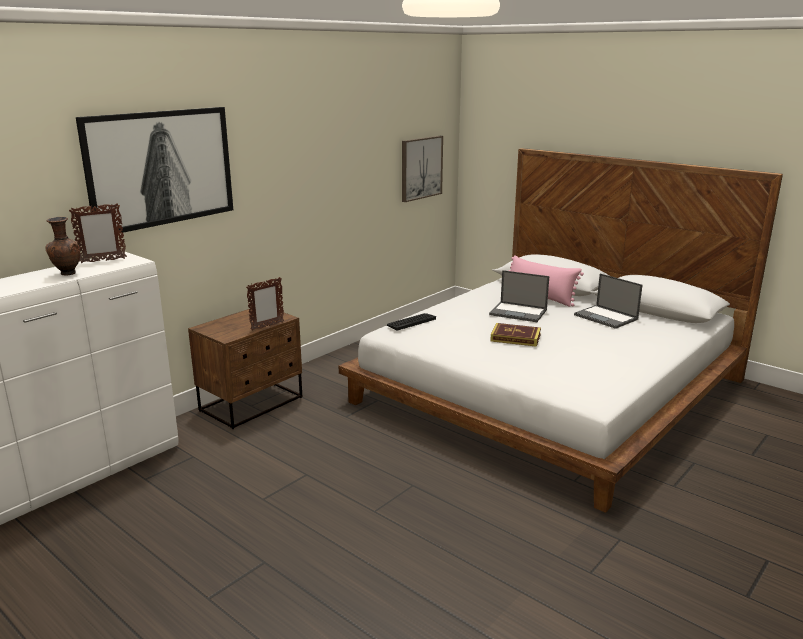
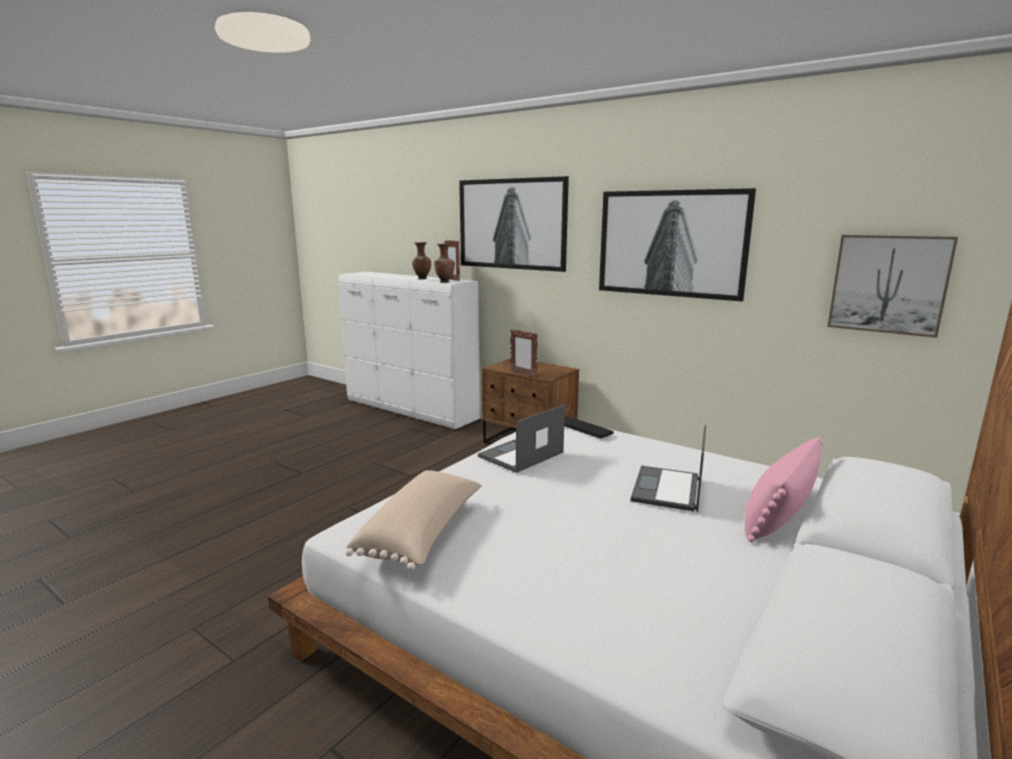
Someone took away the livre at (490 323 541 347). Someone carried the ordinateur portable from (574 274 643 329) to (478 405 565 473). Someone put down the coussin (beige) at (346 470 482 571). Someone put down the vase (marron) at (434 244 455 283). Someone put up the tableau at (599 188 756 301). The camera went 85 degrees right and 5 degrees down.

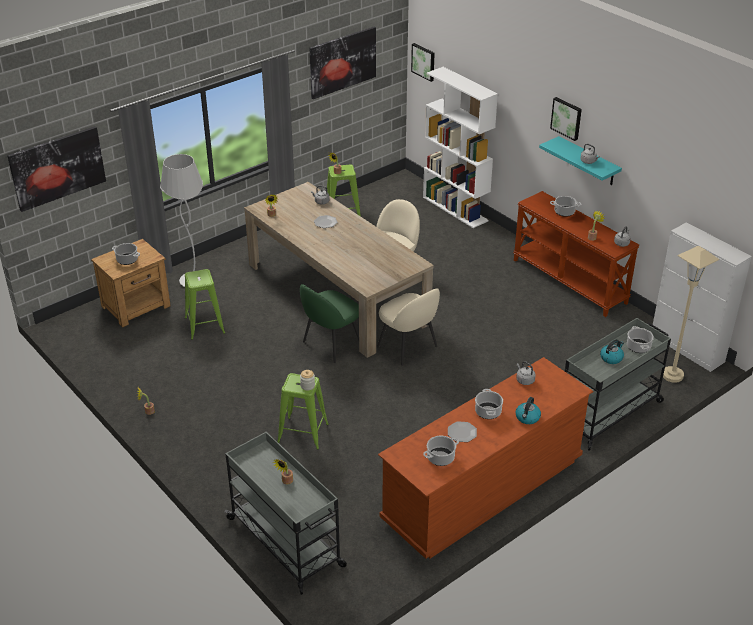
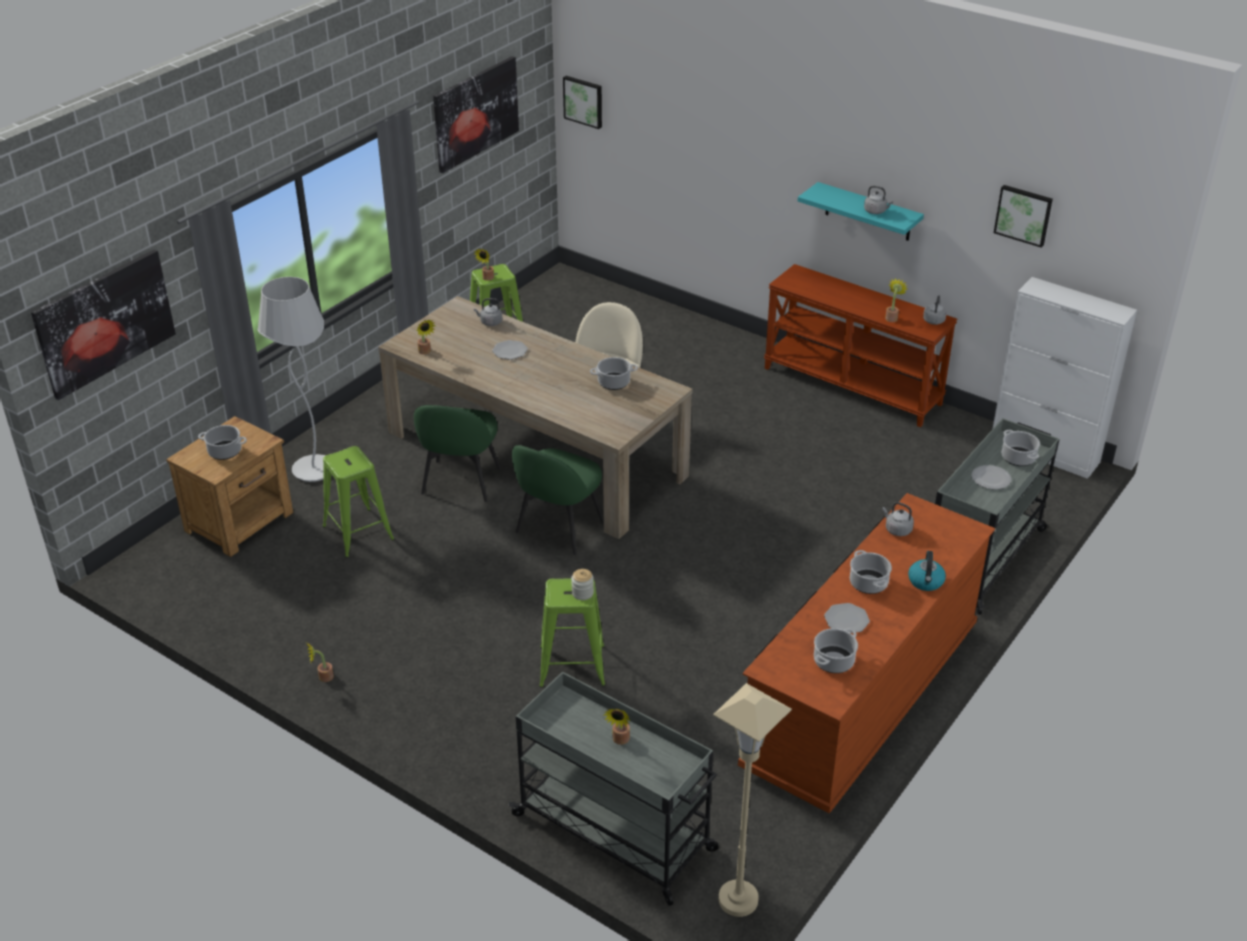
Someone took away the chaise (beige) at (377 288 440 366). Someone took away the bibliothèque (blanc) at (423 67 498 228). Someone carried the tableau from (550 97 582 141) to (994 185 1053 247). Someone carried the marmite from (550 196 581 217) to (590 357 638 390). Someone swapped the bouilloire at (600 340 624 364) for the assiette at (971 465 1011 489). Someone carried the lampadaire (beige) from (663 246 719 383) to (713 683 792 917). Someone put down the chaise (vert) at (414 405 501 502). The camera went 15 degrees left and 0 degrees up.

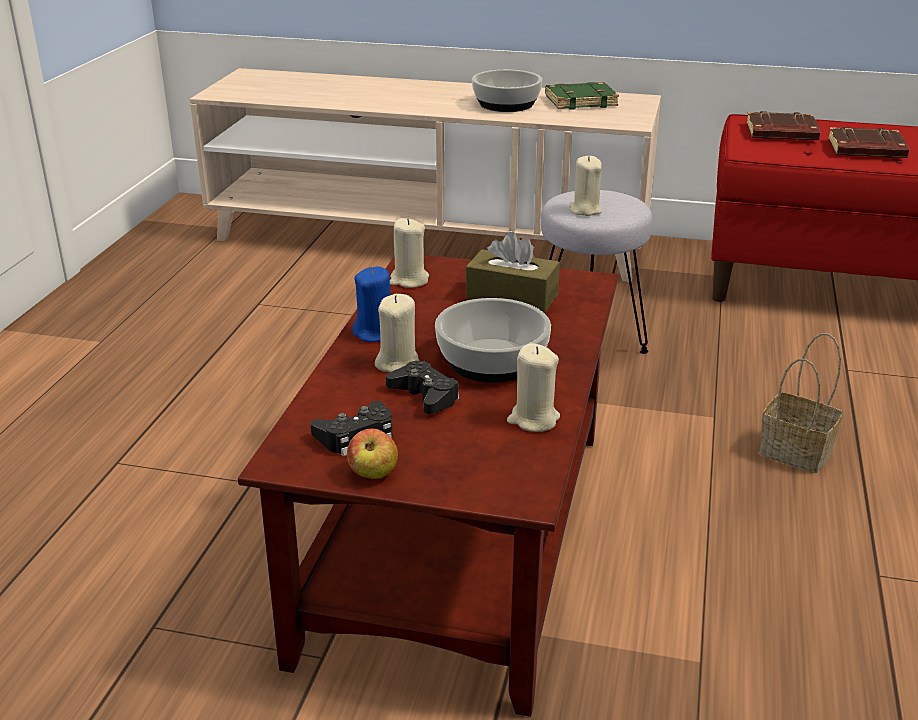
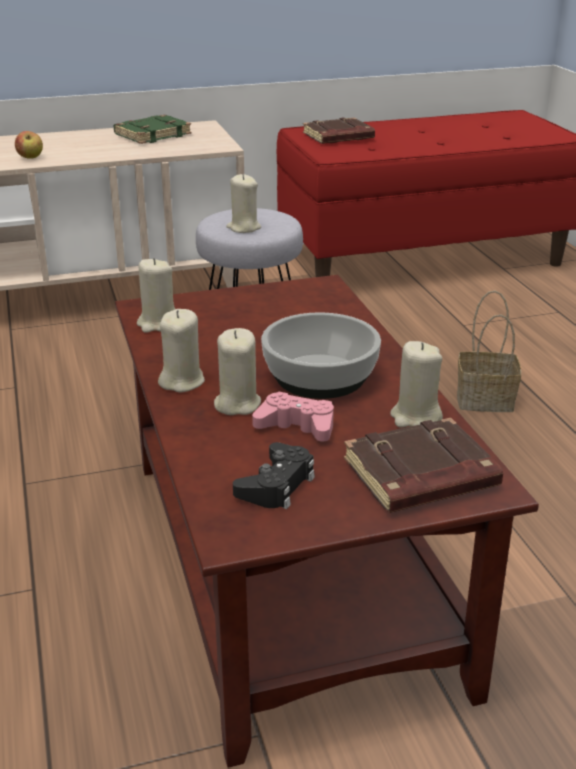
Someone carried the pomme from (347 428 398 479) to (15 131 43 159). Someone repainted the bougie (bleu) at (352 266 390 342), which became the bougie (beige) at (158 309 205 392). Someone repainted the manette (noir) at (386 361 459 414), which became the manette (rose) at (252 391 334 442). Someone took away the boîte à mouchoirs (marron) at (466 232 560 313). Someone took away the bol at (472 70 542 112). Someone carried the livre (marron) from (828 127 909 158) to (344 418 503 513). The camera went 30 degrees left and 0 degrees up.

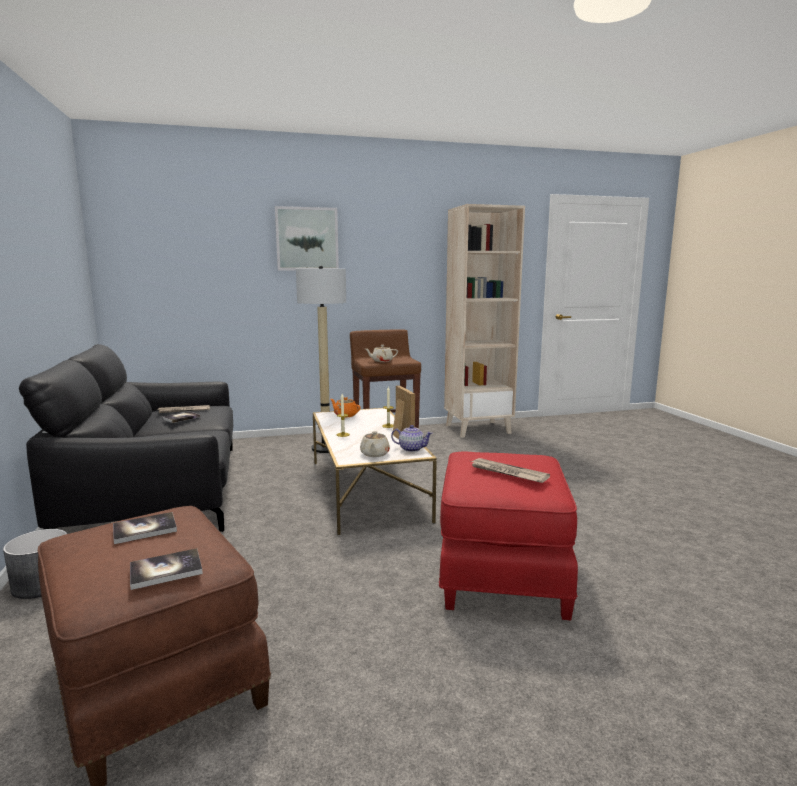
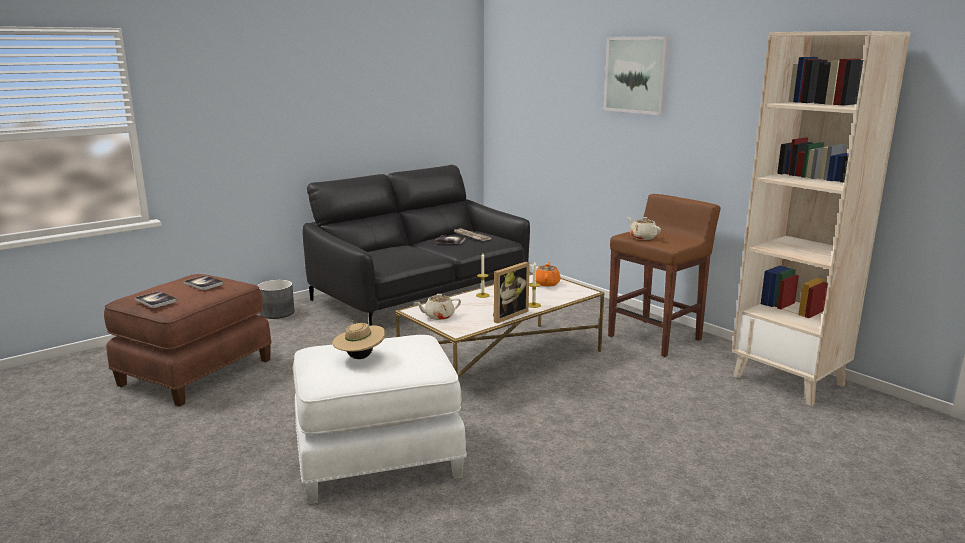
Someone took away the lampadaire at (296 266 346 453). Someone took away the théière at (391 425 432 452). Someone repainted the pouf (rouge) at (439 452 578 620), which became the pouf (blanc) at (293 335 467 504). Someone swapped the journal at (471 458 550 483) for the chapeau (beige) at (332 320 385 359). The camera went 65 degrees right and 5 degrees up.

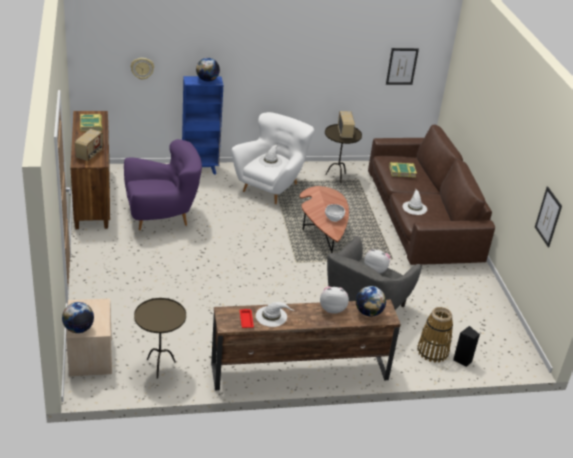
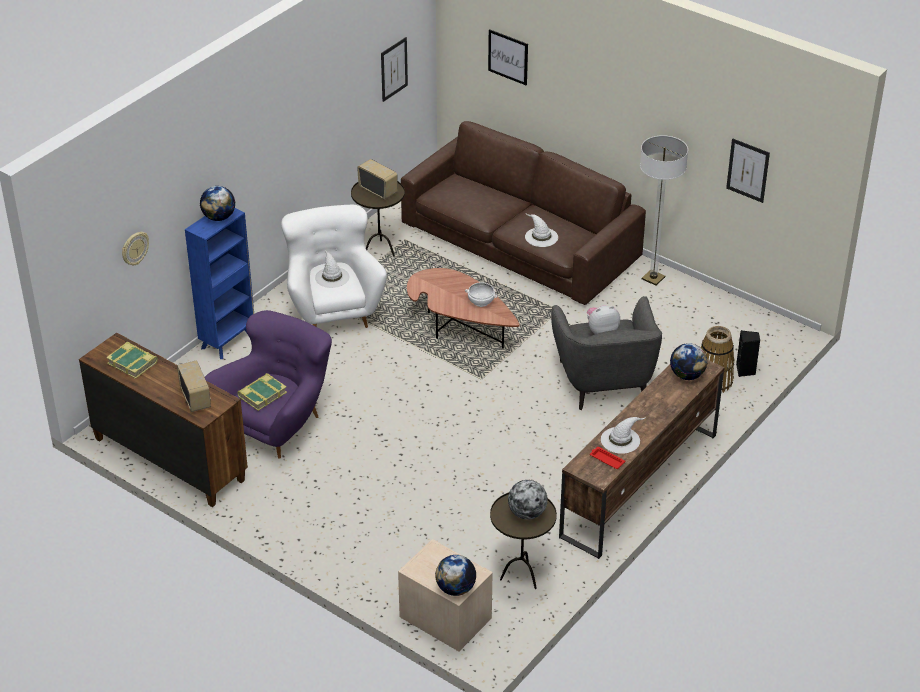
Someone took away the peluche at (320 286 349 314). Someone carried the livre from (389 162 417 178) to (237 373 287 411). Someone put up the tableau at (488 29 528 85). Someone put down the globe at (508 480 548 520). Someone put down the lampadaire at (640 135 688 285). The camera went 40 degrees left and 5 degrees up.

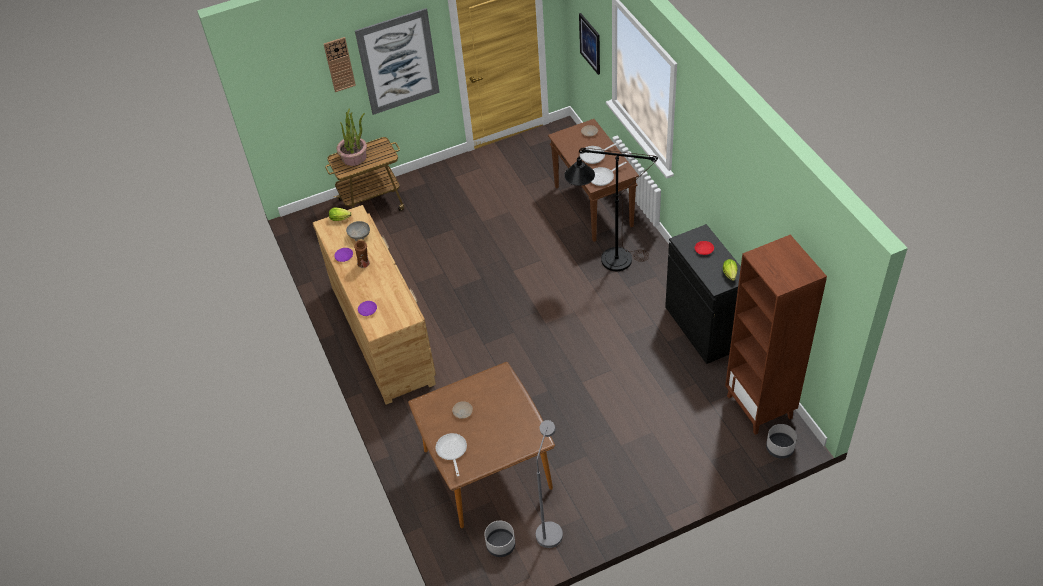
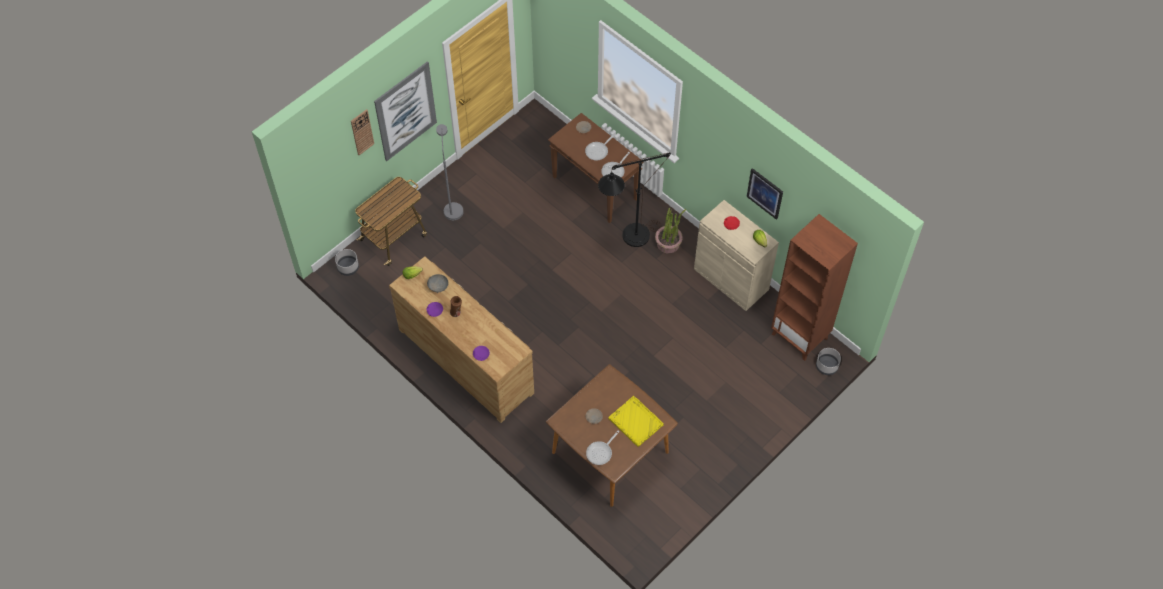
Someone carried the plante en pot from (337 108 367 166) to (655 207 686 254). Someone rotated the poêle at (435 433 467 477) by 105 degrees counterclockwise. Someone carried the cache-pot (gris) from (484 521 515 557) to (335 249 359 276). Someone carried the lampadaire (gris) from (536 420 563 548) to (436 124 464 220). Someone carried the tableau from (579 13 600 75) to (746 168 783 220). Someone repainted the meuble de rangement (noir) at (665 224 741 364), which became the meuble de rangement (beige) at (694 200 779 311). Someone put down the plateau (jaune) at (608 396 664 447). The camera went 25 degrees left and 10 degrees up.

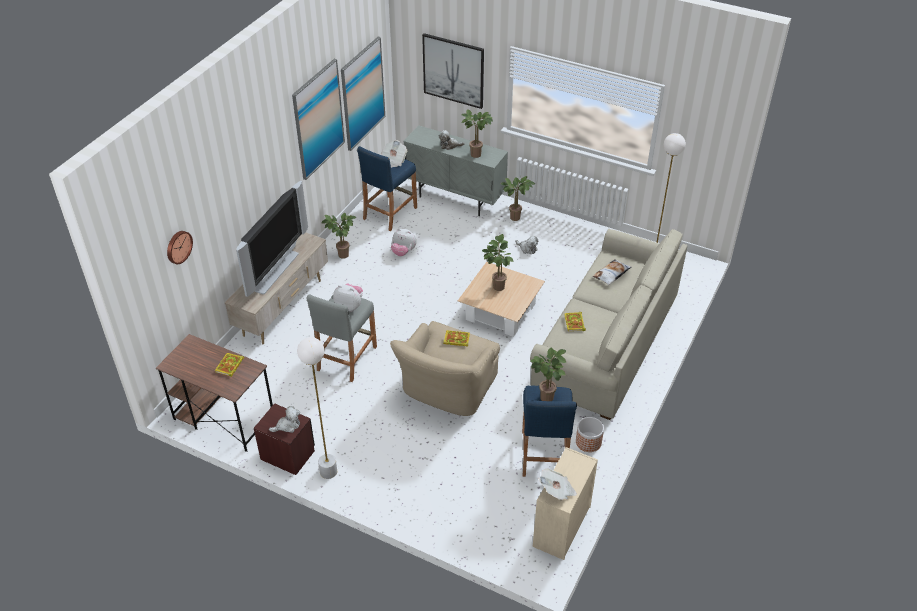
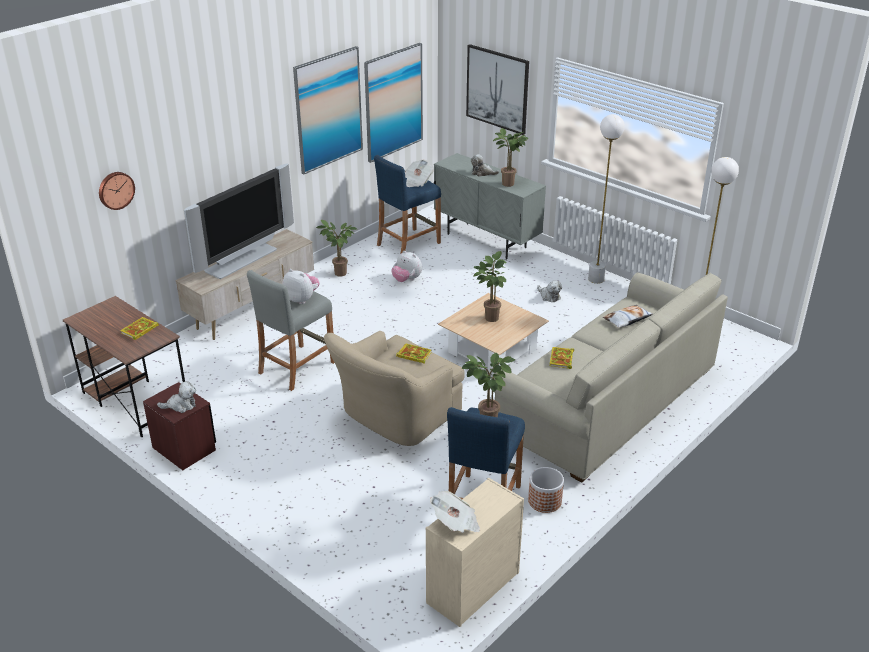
Someone carried the lampadaire (blanc) from (297 337 337 479) to (588 114 625 284). Someone took away the plante en pot at (501 176 535 221). The camera went 15 degrees right and 10 degrees down.

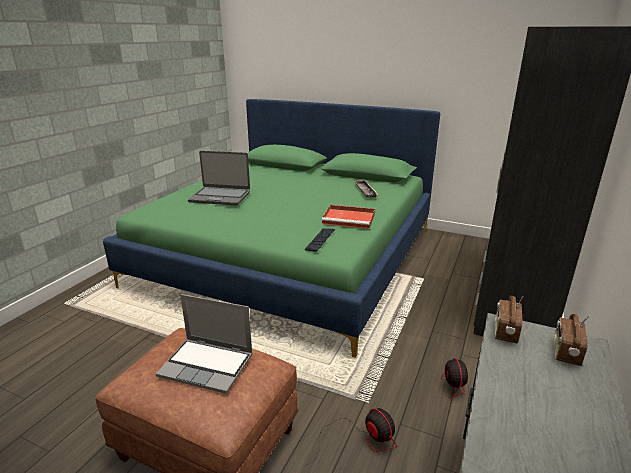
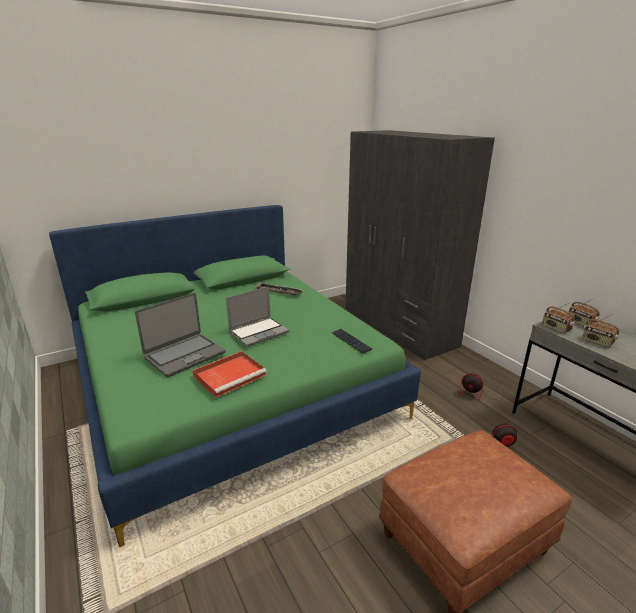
Someone carried the ordinateur portable from (156 294 253 394) to (226 286 289 347). Someone carried the plateau (rouge) from (322 205 375 229) to (193 351 267 398). Someone put down the radio at (582 314 620 347). The camera went 55 degrees left and 0 degrees up.

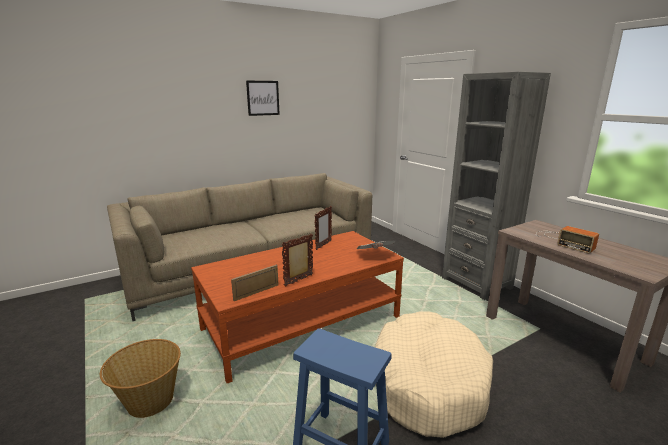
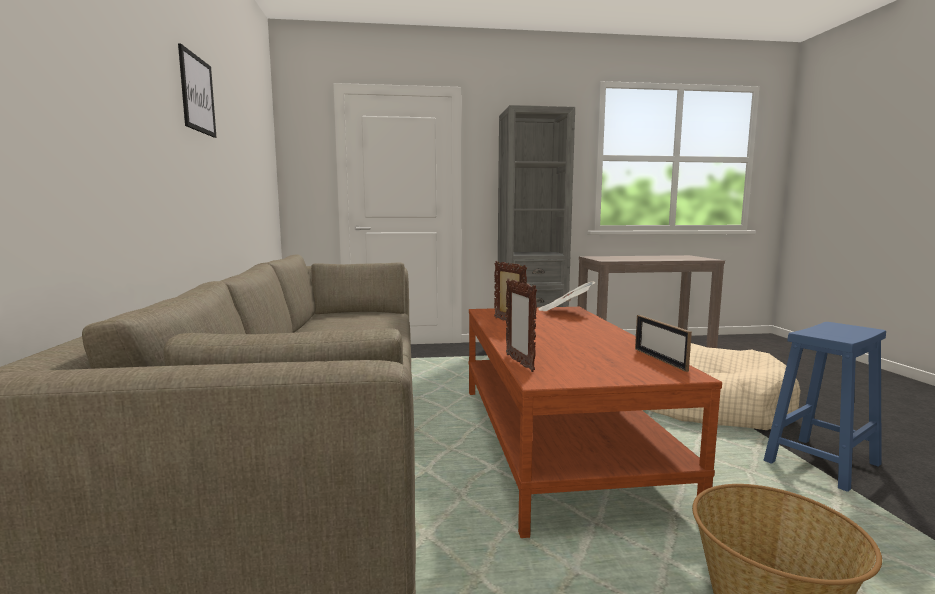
Someone carried the cadre photo from (281 234 313 286) to (506 279 537 372). Someone took away the radio at (537 226 599 253). The camera went 65 degrees left and 10 degrees down.

